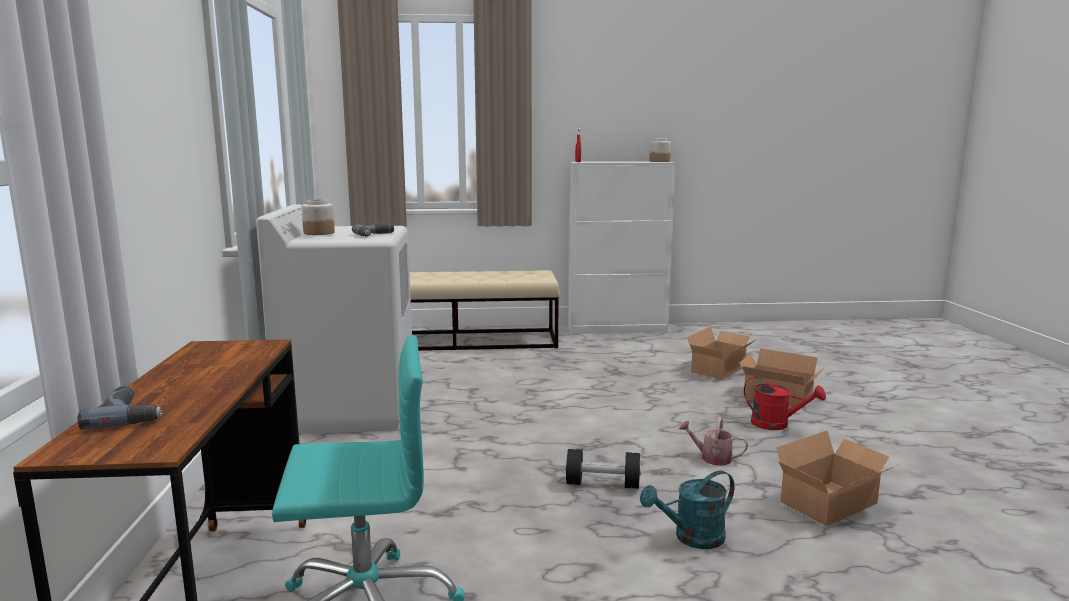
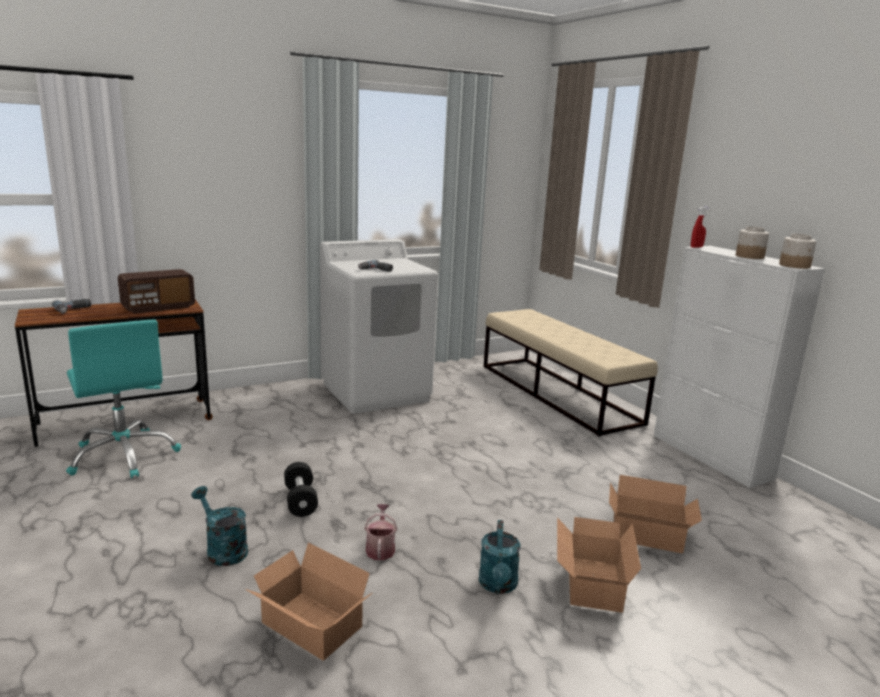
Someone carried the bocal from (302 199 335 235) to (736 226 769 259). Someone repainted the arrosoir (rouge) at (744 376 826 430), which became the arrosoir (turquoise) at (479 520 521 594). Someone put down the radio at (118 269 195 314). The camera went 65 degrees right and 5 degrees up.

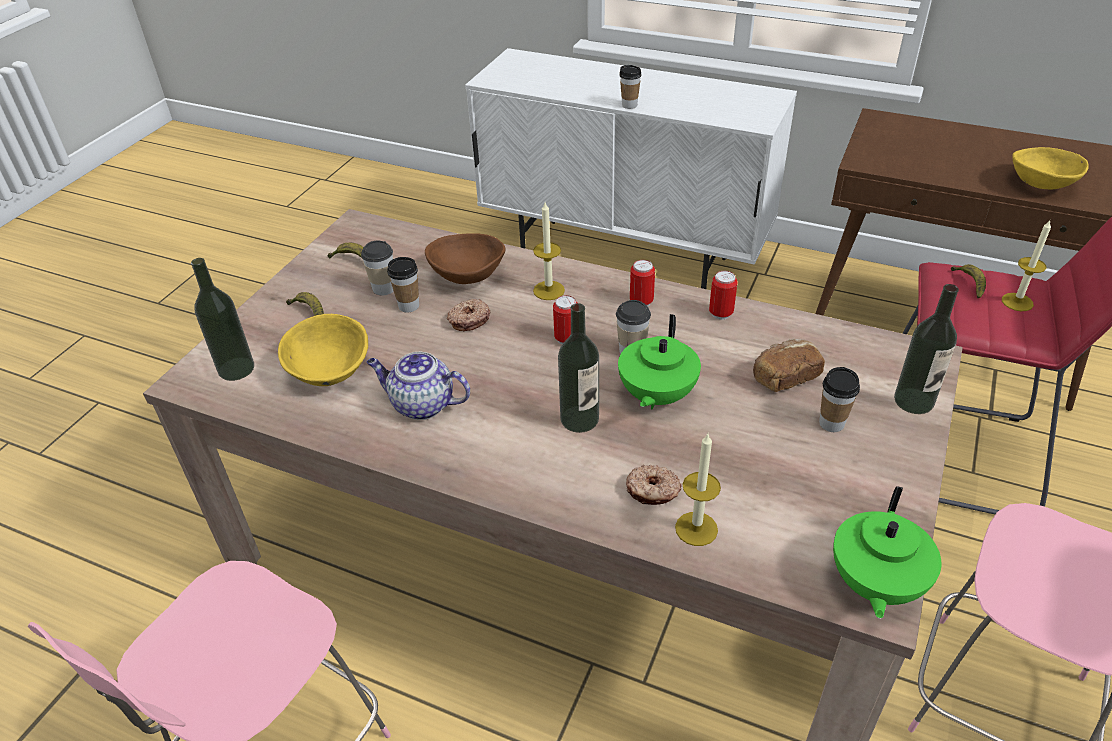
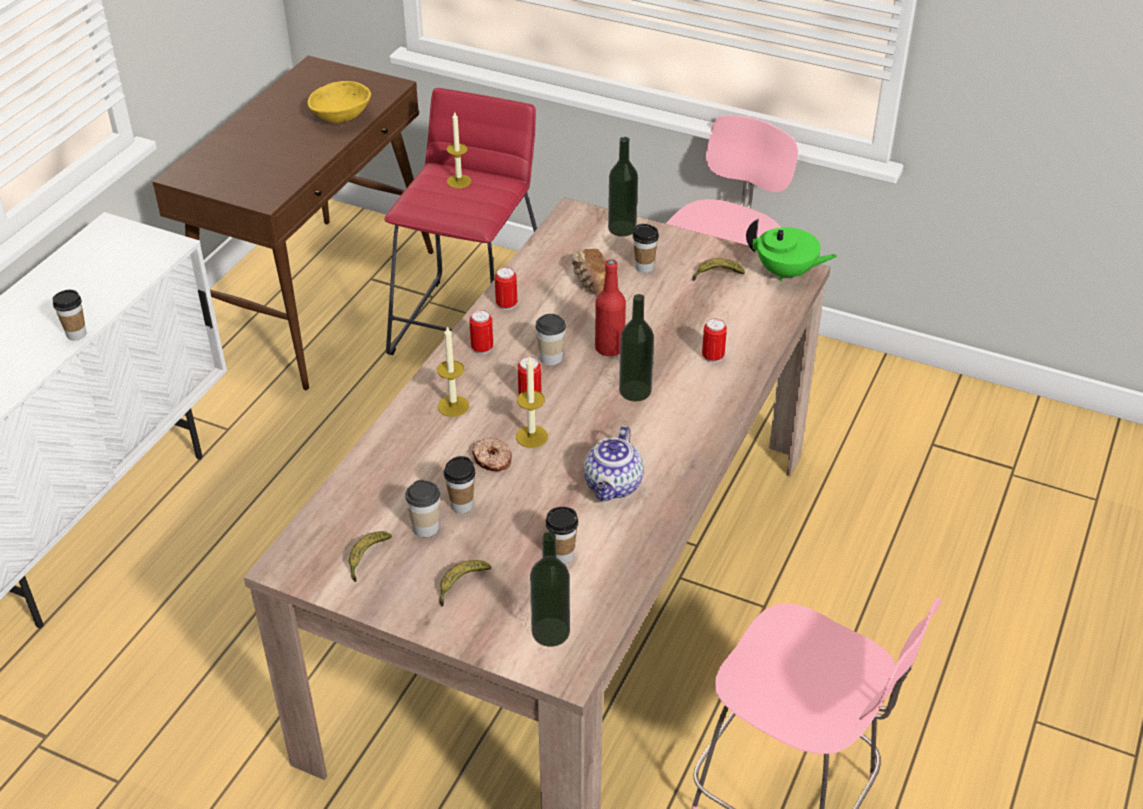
Someone swapped the bol (jaune) at (278 314 368 386) for the tasse at (546 507 578 564). Someone took away the bol (marron) at (425 233 505 284). Someone swapped the théière (vert) at (618 314 701 410) for the bouteille (rouge) at (595 259 626 357). Someone swapped the beignet at (626 465 682 505) for the boîte métallique at (702 318 727 363). Someone carried the bougie from (675 434 721 546) to (516 356 548 448). Someone carried the banane from (951 264 986 298) to (692 258 745 281). The camera went 90 degrees left and 0 degrees up.

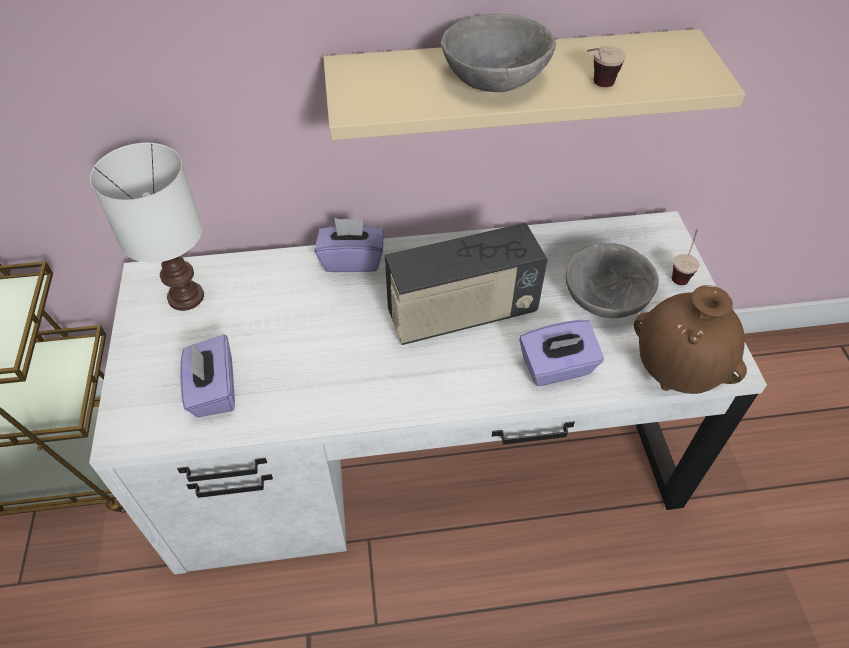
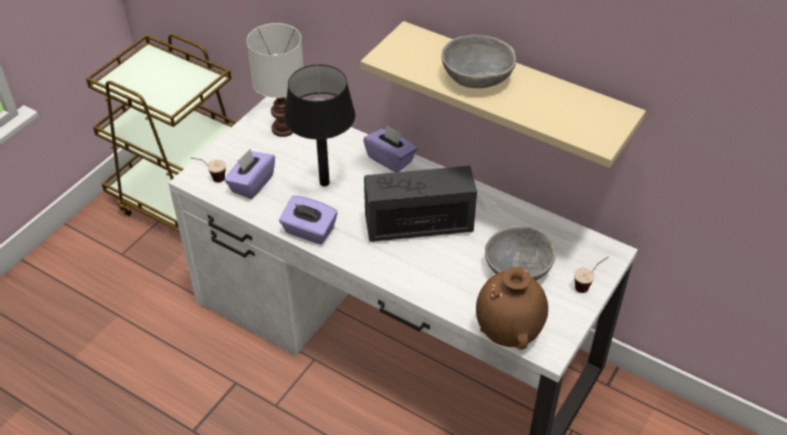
Someone rotated the radio at (385 223 547 345) by 150 degrees clockwise. Someone carried the boîte à mouchoirs (violet) from (519 320 604 386) to (279 196 337 244). Someone carried the tasse from (587 46 626 87) to (191 158 226 182). Someone put down the lampe de table (noir) at (284 64 355 187). The camera went 40 degrees right and 5 degrees down.

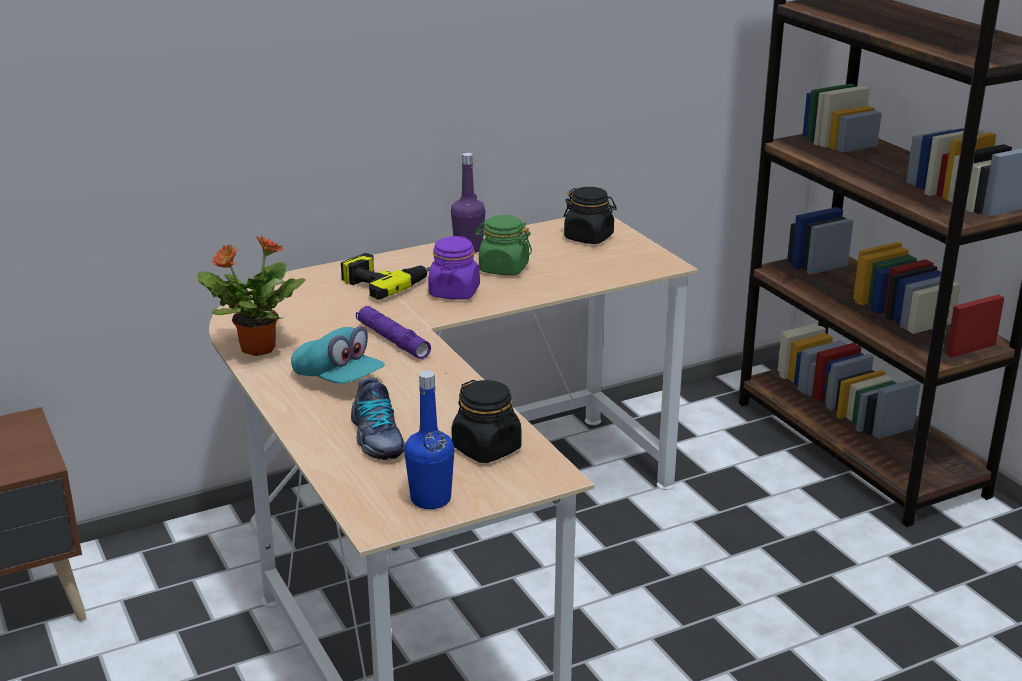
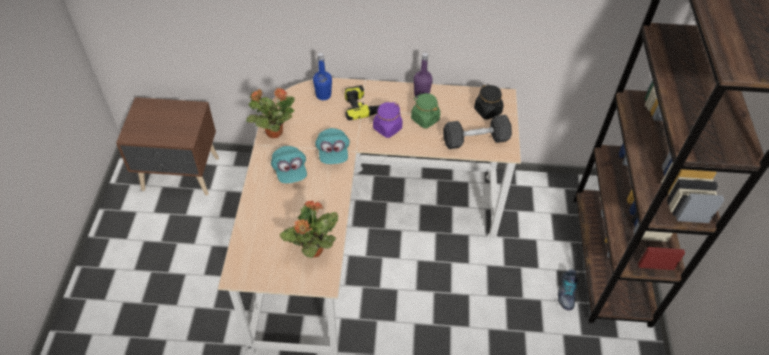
Someone carried the chaussure from (351 377 405 460) to (558 269 578 310). Someone swapped the lampe de poche (violet) at (356 306 431 359) for the casquette (turquoise) at (315 128 350 164). Someone carried the bouteille (bleu) from (404 371 454 509) to (313 53 332 100). Someone swapped the bocal (noir) at (452 380 521 463) for the plante en pot at (280 201 338 258). Someone put down the haltère (gris) at (443 115 512 149). The camera went 30 degrees right and 25 degrees up.

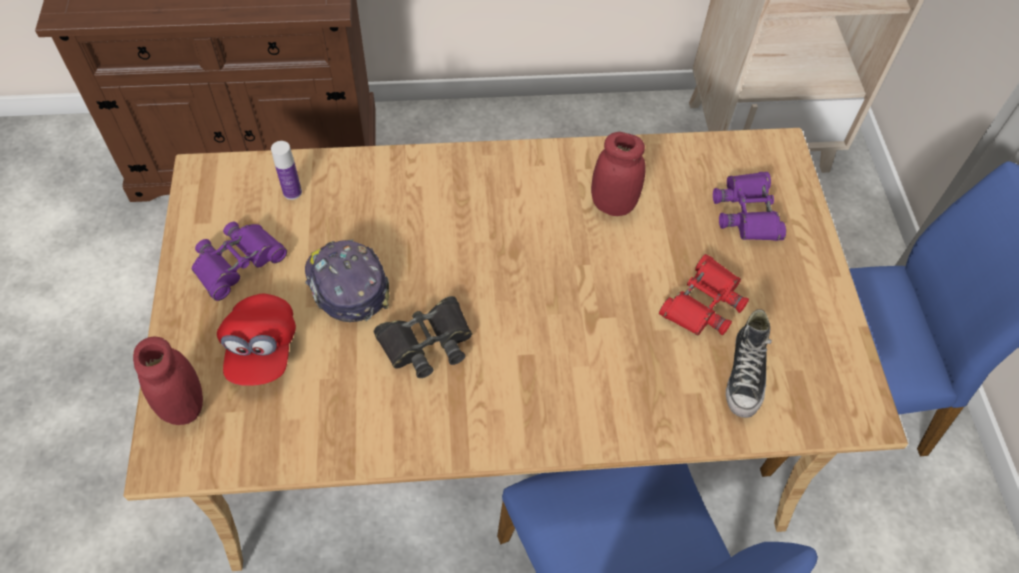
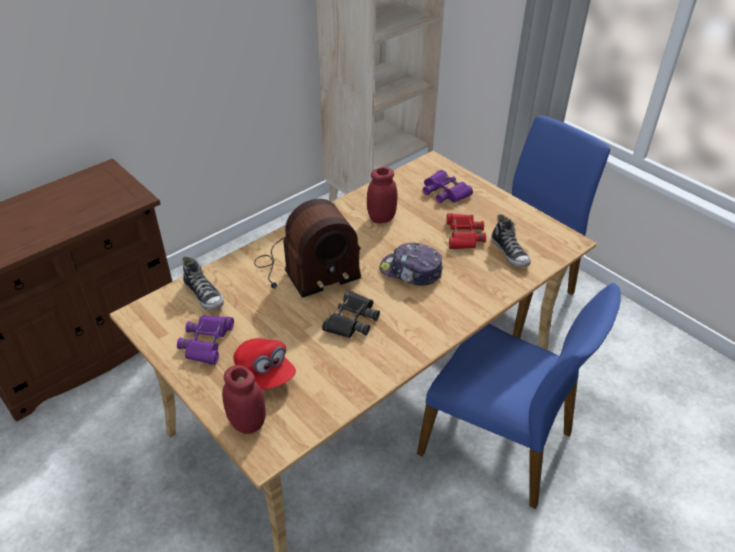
Someone swapped the bouteille at (271 141 302 200) for the chaussure at (182 256 224 310). Someone carried the casquette from (305 240 390 322) to (379 243 443 286). Someone put down the radio at (254 199 361 298). The camera went 35 degrees left and 15 degrees down.

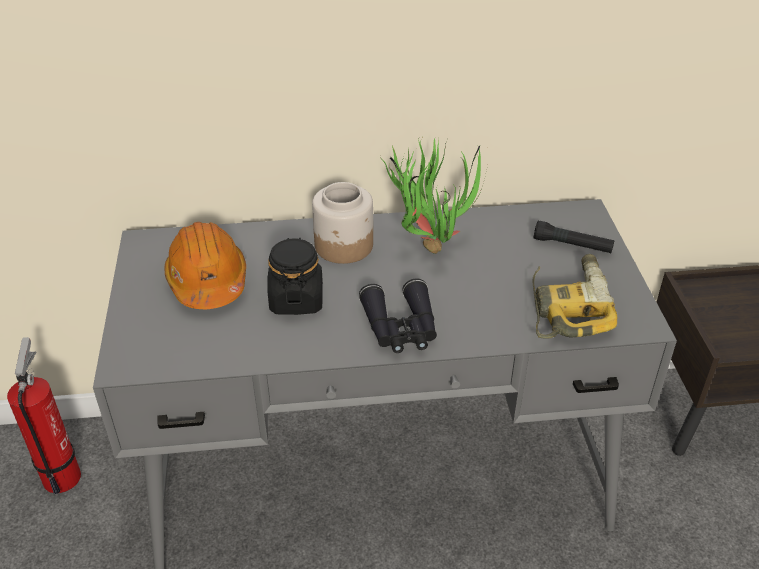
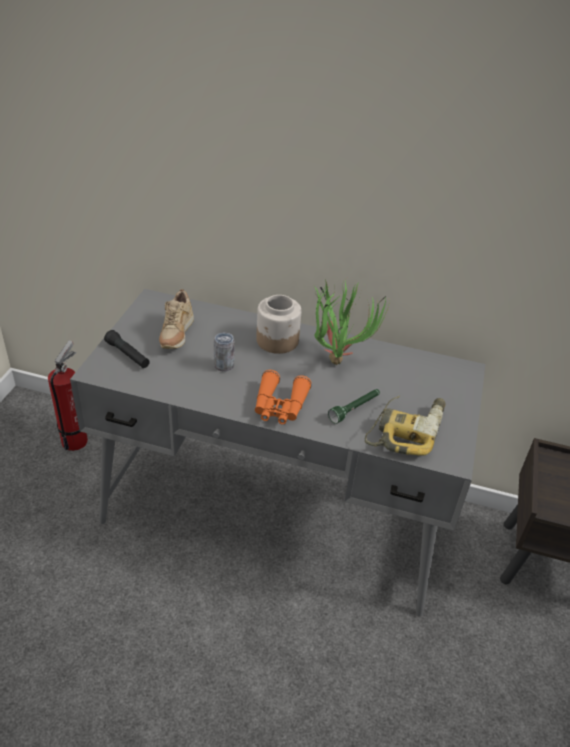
Someone swapped the casque de chantier (orange) at (165 222 246 309) for the chaussure (beige) at (159 289 194 349). Someone swapped the bocal (noir) at (267 238 323 315) for the boîte métallique at (214 333 235 372). Someone repainted the jumelles (noir) at (359 279 437 353), which became the jumelles (orange) at (255 370 312 424). Someone carried the lampe de poche (noir) from (534 220 614 253) to (104 330 150 368). Someone put down the lampe de poche (vert) at (328 389 380 424). The camera went 20 degrees right and 0 degrees up.

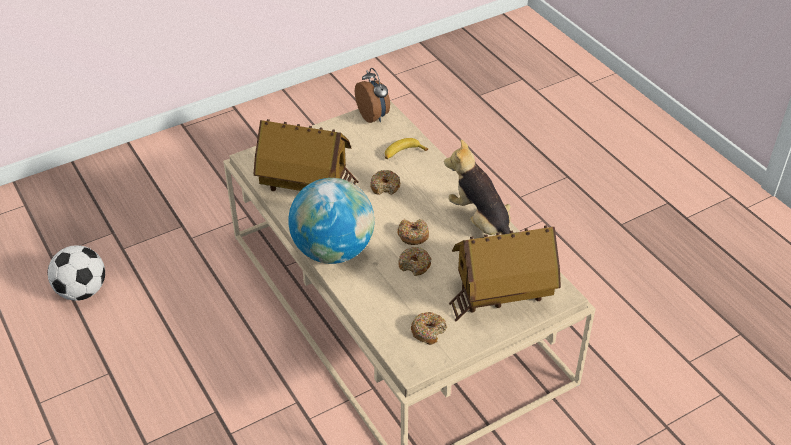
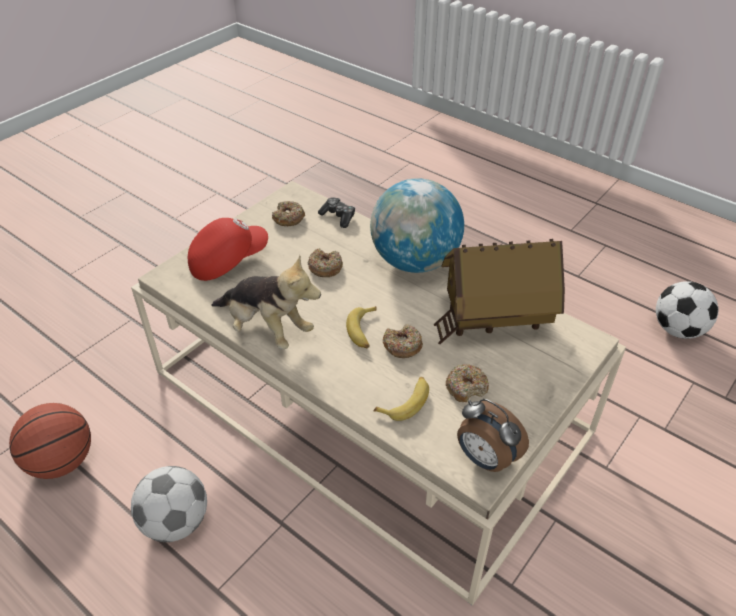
Someone carried the beignet from (397 219 429 245) to (446 364 489 402). Someone swapped the maison miniature at (449 225 561 321) for the casquette (rouge) at (188 218 268 281). Someone put down the ballon de basket at (9 403 91 479). Someone put down the ballon de foot at (131 466 207 542). Someone put down the manette at (318 197 355 228). Someone put down the banane at (346 306 377 348). The camera went 160 degrees right and 0 degrees up.

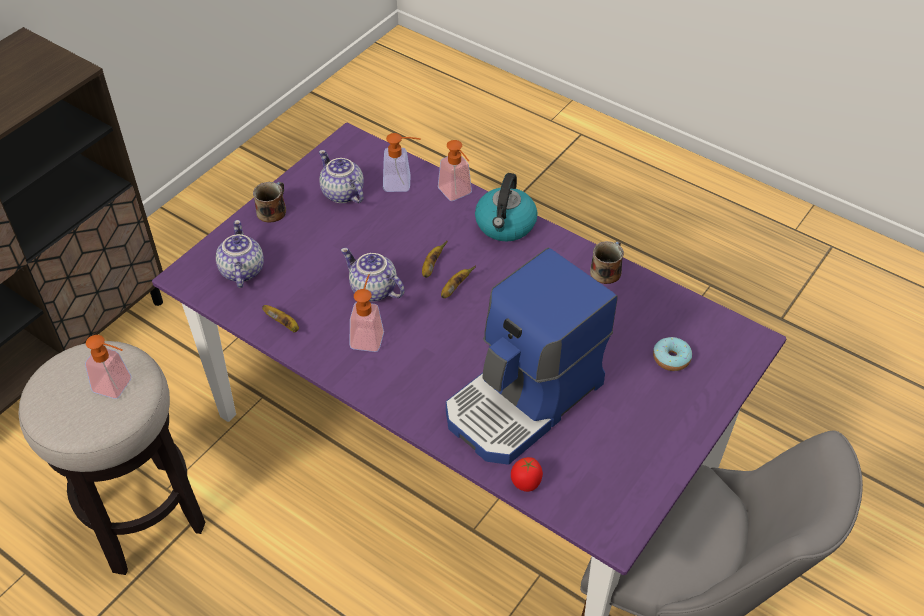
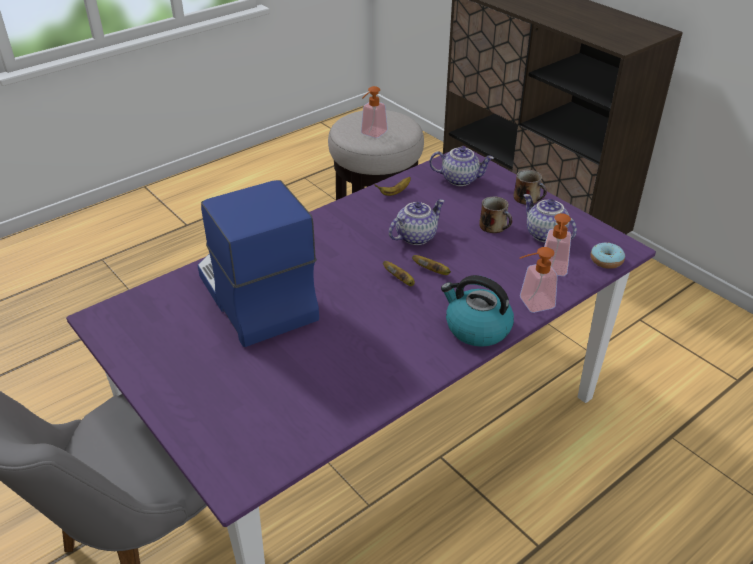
Someone rotated the théière at (319 150 364 203) by 105 degrees counterclockwise. Someone took away the distributeur de savon at (350 274 384 352). Someone took away the tomate at (511 457 543 492). Someone carried the mug from (590 241 624 284) to (479 196 512 233). Someone carried the beignet from (653 337 692 371) to (591 242 625 269). The camera went 105 degrees right and 10 degrees down.

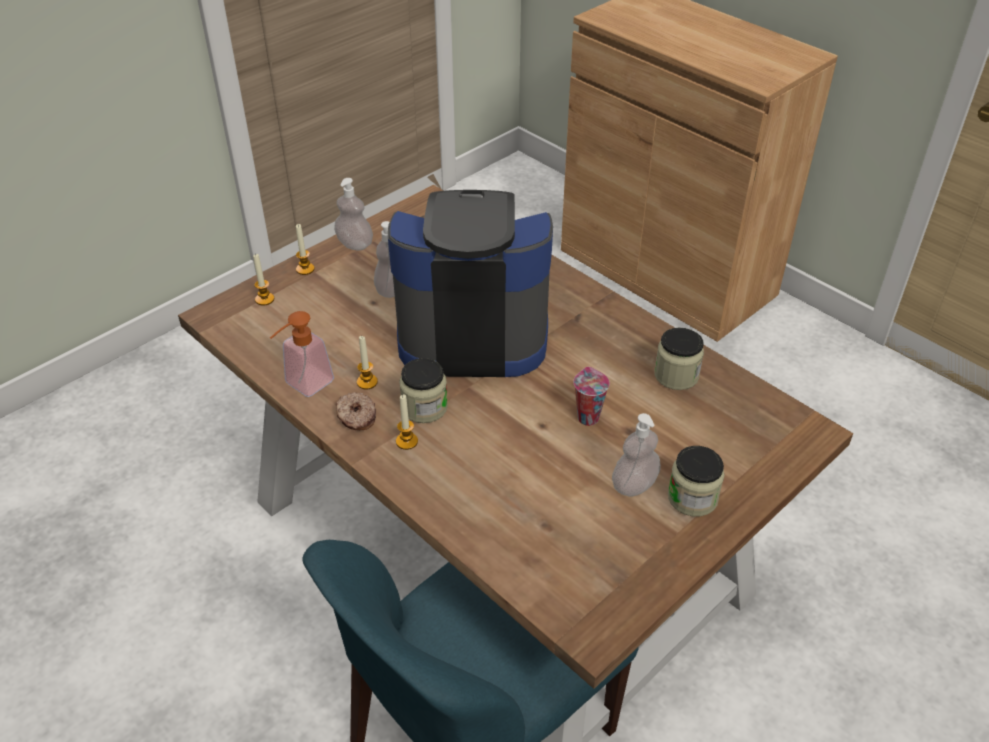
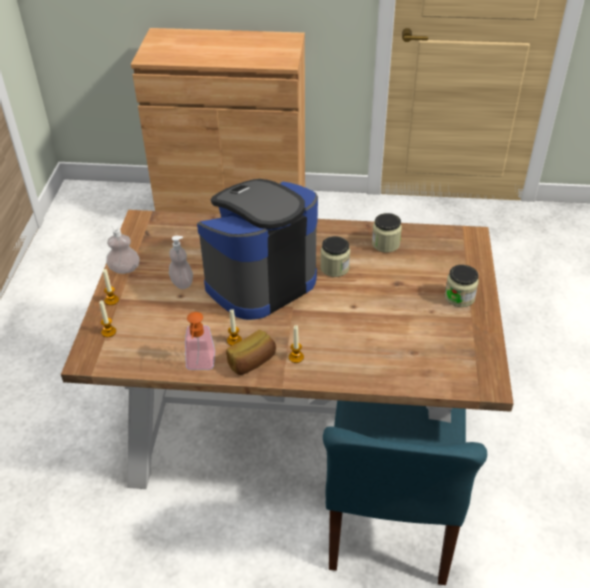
Someone swapped the beignet at (336 392 376 431) for the pain at (226 330 276 375). Someone carried the bocal from (399 358 448 423) to (320 236 350 277). Someone took away the tasse at (573 367 610 426). Someone took away the distributeur de savon at (612 413 661 496). The camera went 40 degrees left and 0 degrees up.

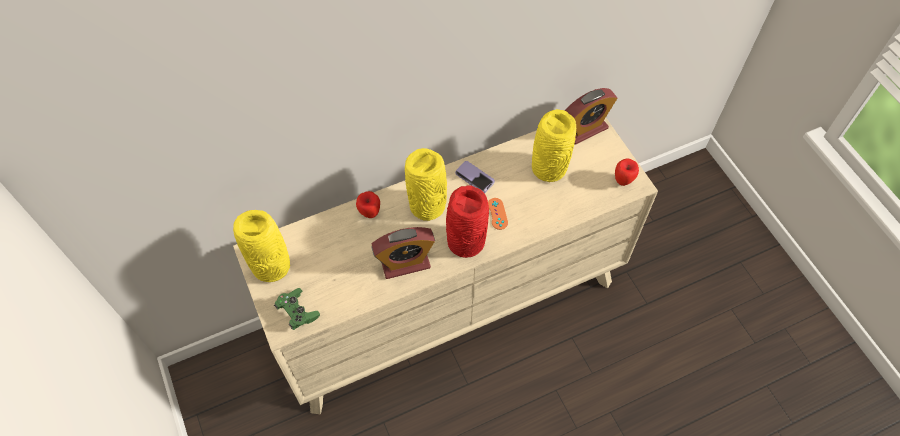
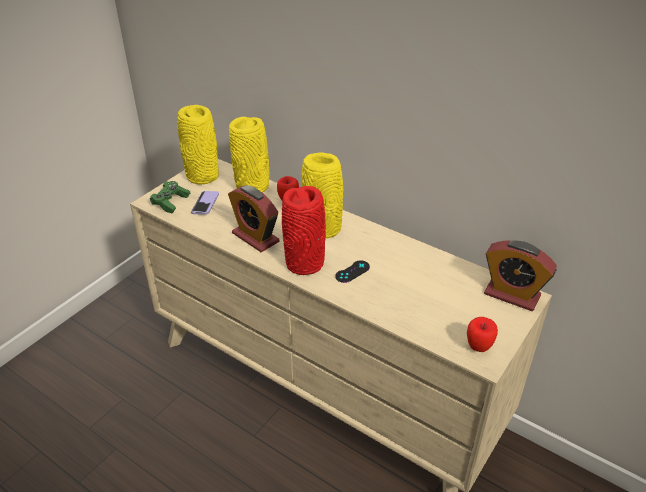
Someone carried the téléphone from (455 161 495 193) to (191 191 219 215). Someone repainted the manette (orange) at (488 198 508 230), which became the manette (noir) at (335 260 370 283). Someone carried the vase (jaune) from (532 109 576 182) to (229 117 269 193). The camera went 60 degrees right and 20 degrees down.

